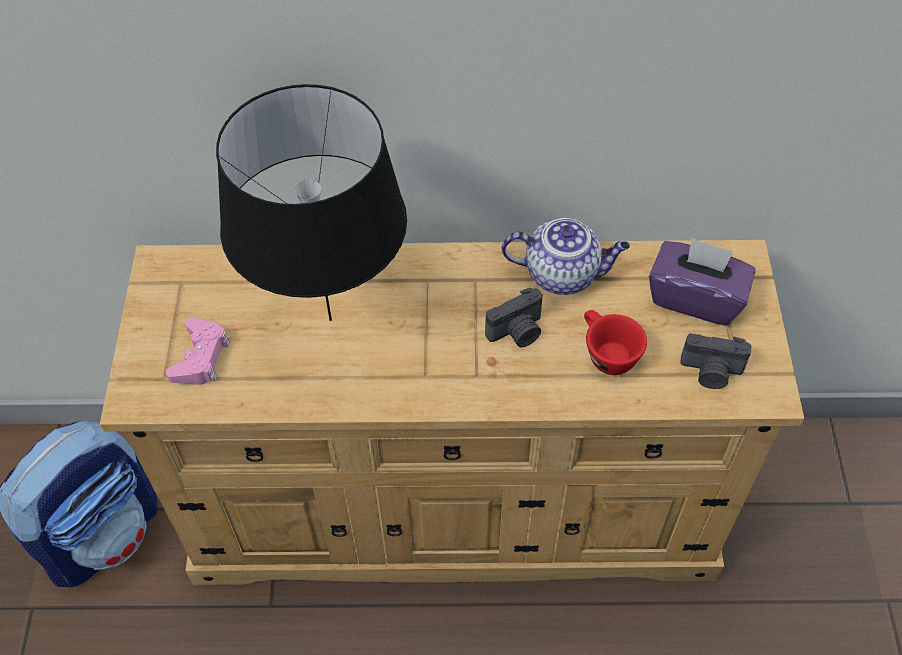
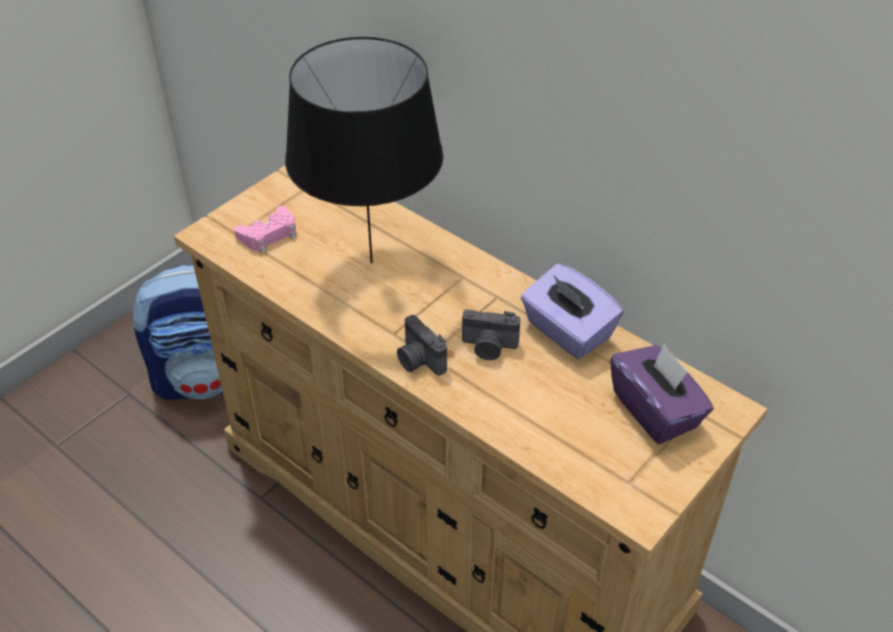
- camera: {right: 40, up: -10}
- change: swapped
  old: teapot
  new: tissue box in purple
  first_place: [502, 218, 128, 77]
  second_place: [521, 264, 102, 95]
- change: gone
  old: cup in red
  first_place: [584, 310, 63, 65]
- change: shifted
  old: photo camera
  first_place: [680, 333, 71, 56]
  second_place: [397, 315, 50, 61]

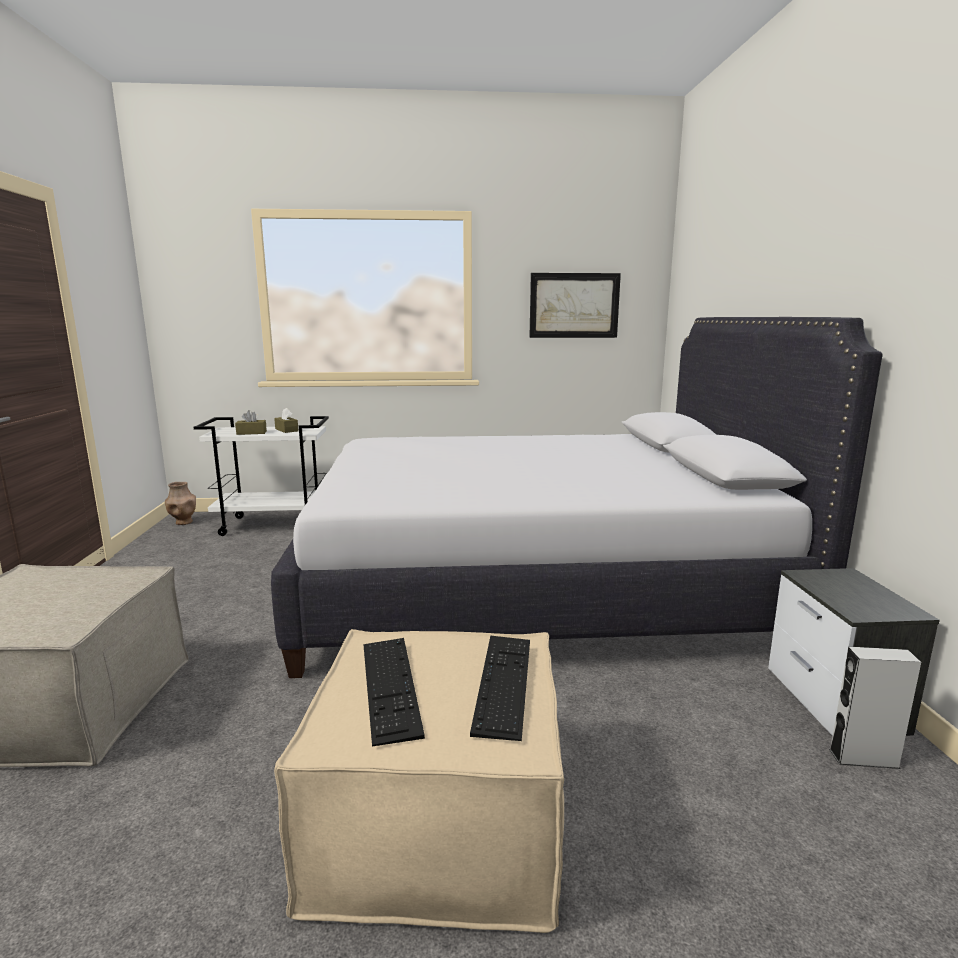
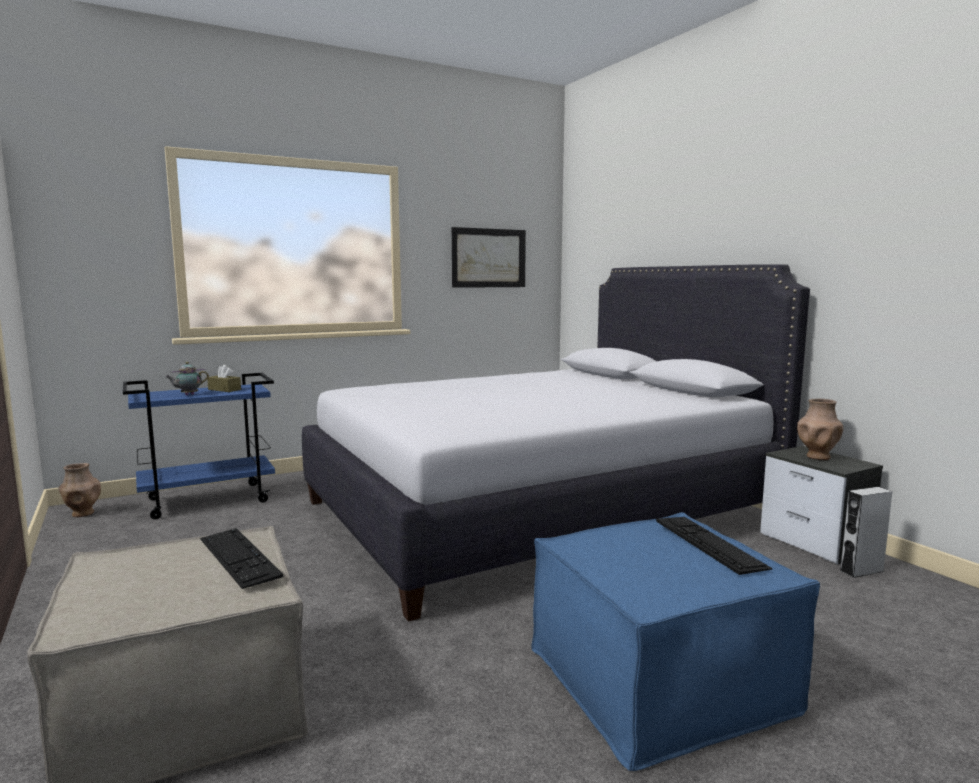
- camera: {right: -25, up: -5}
- change: swapped
  old: tissue box in brown
  new: teapot
  first_place: [235, 410, 32, 25]
  second_place: [166, 362, 43, 33]
- change: repainted
  old: cart in white
  new: cart in blue
  first_place: [194, 416, 135, 120]
  second_place: [123, 373, 152, 147]
- change: repainted
  old: ottoman in beige
  new: ottoman in blue
  first_place: [274, 629, 290, 304]
  second_place: [532, 512, 288, 259]
- change: shifted
  old: keyboard
  first_place: [364, 638, 61, 108]
  second_place: [200, 528, 83, 61]
- change: new
  new: vase in brown
  second_place: [797, 399, 47, 61]

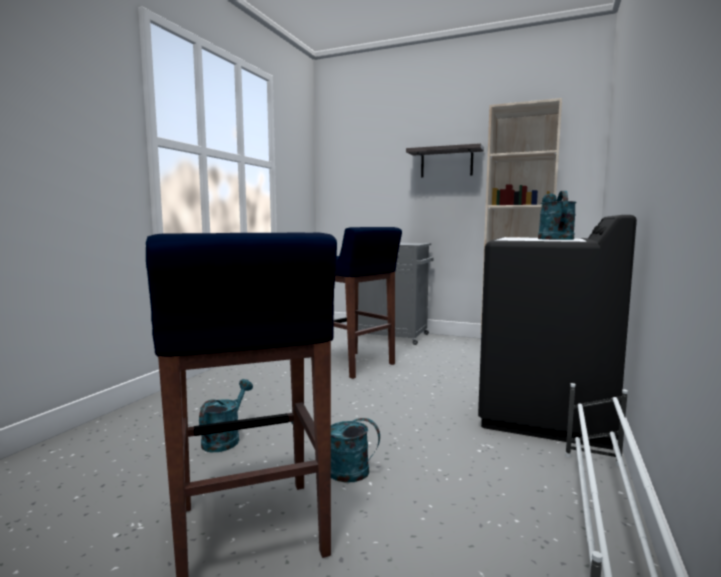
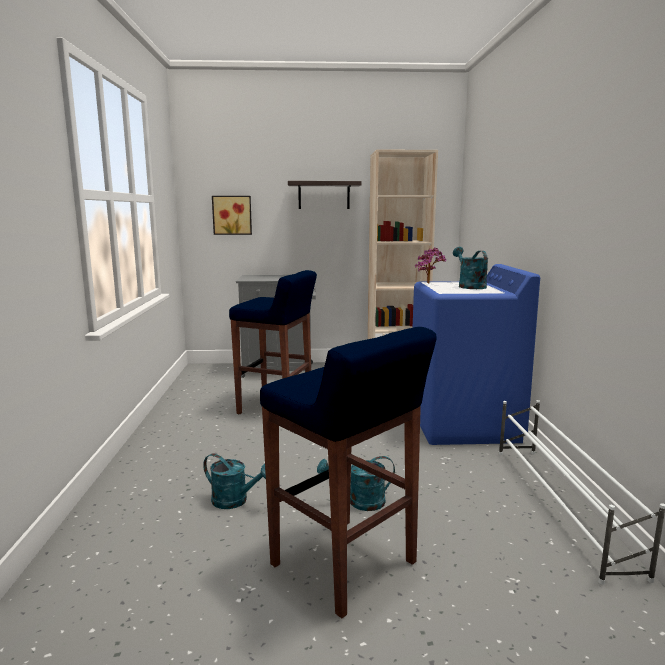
- camera: {right: -25, up: 5}
- change: repainted
  old: washing machine in black
  new: washing machine in blue
  first_place: [478, 215, 159, 235]
  second_place: [413, 264, 127, 181]
- change: rotated
  old: watering can in turquoise
  first_place: [199, 379, 54, 73]
  second_place: [203, 454, 63, 55]
  degrees: 120
- change: new
  new: picture
  second_place: [212, 196, 40, 39]
- change: new
  new: potted plant
  second_place: [415, 248, 31, 36]

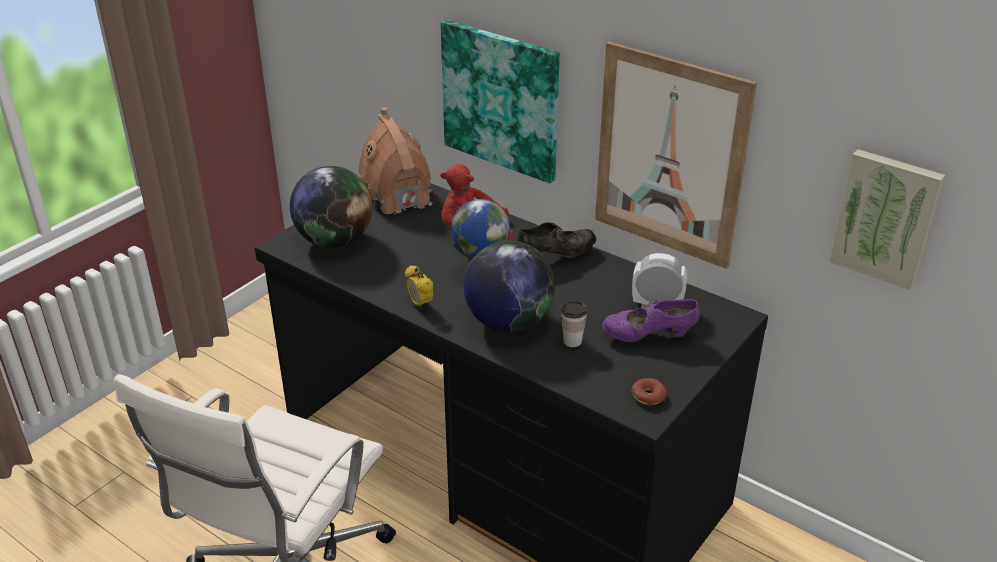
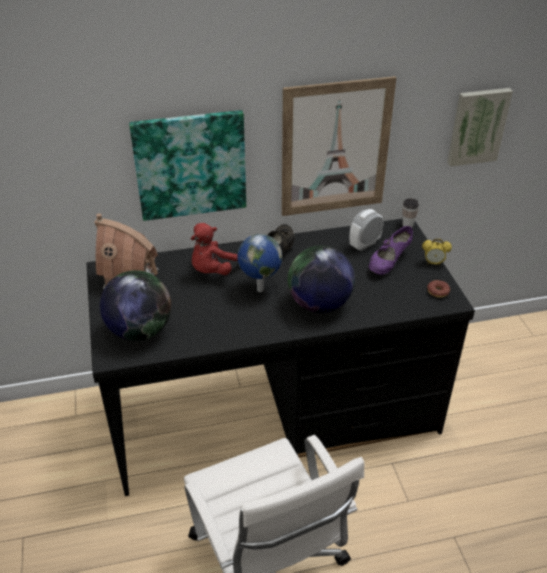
- camera: {right: -50, up: 5}
- change: shifted
  old: alarm clock
  first_place: [405, 265, 29, 45]
  second_place: [422, 239, 30, 26]
- change: shifted
  old: cup
  first_place: [561, 301, 26, 46]
  second_place: [402, 198, 17, 30]

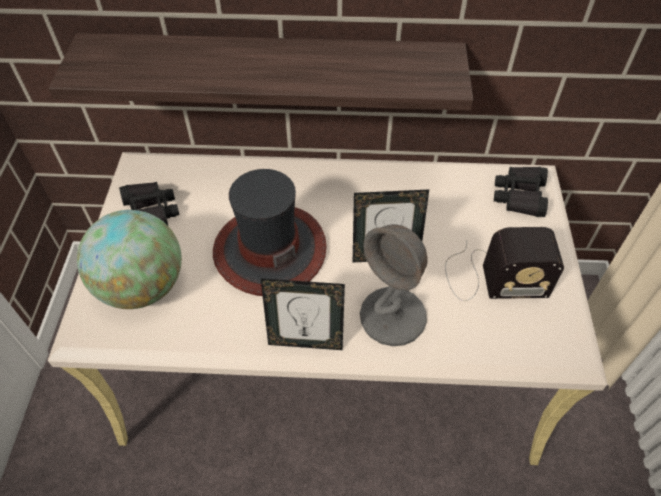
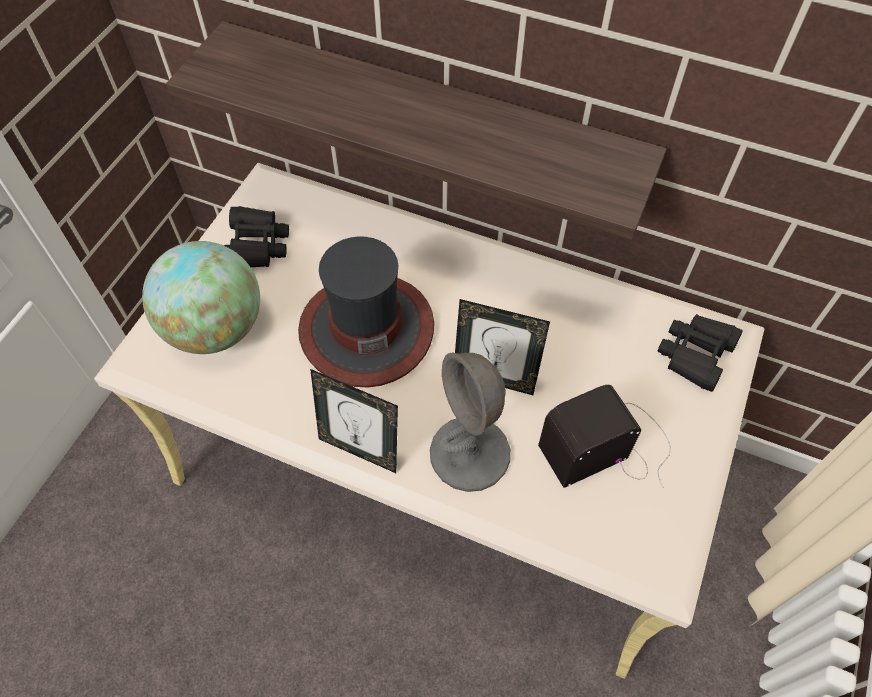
- camera: {right: 20, up: 5}
- change: rotated
  old: radio
  first_place: [445, 227, 119, 74]
  second_place: [538, 385, 133, 103]
  degrees: 135

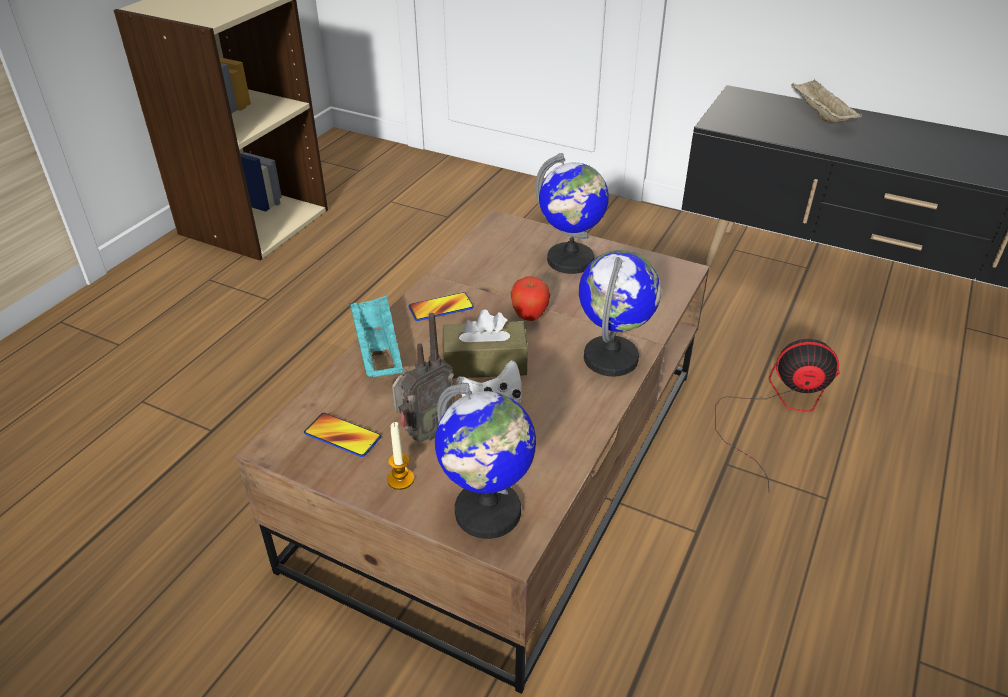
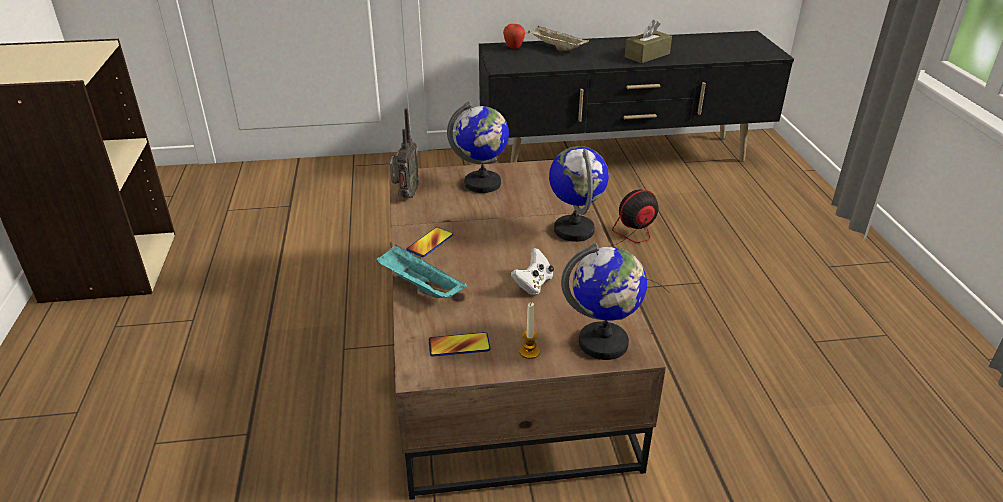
- camera: {right: -35, up: -5}
- change: shifted
  old: apple
  first_place: [510, 276, 40, 45]
  second_place: [503, 23, 22, 26]
- change: shifted
  old: tissue box in brown
  first_place: [443, 309, 85, 70]
  second_place: [625, 20, 47, 43]
- change: shifted
  old: radio
  first_place: [392, 313, 62, 129]
  second_place: [390, 108, 29, 90]

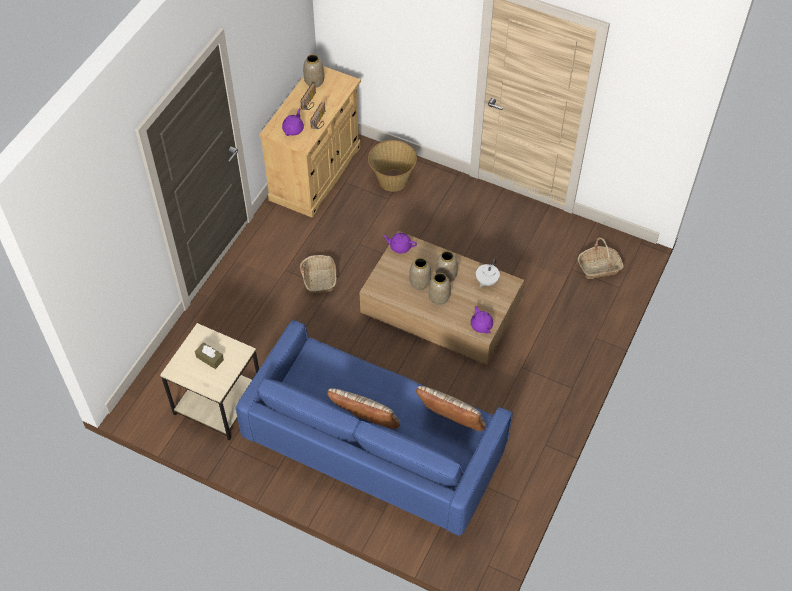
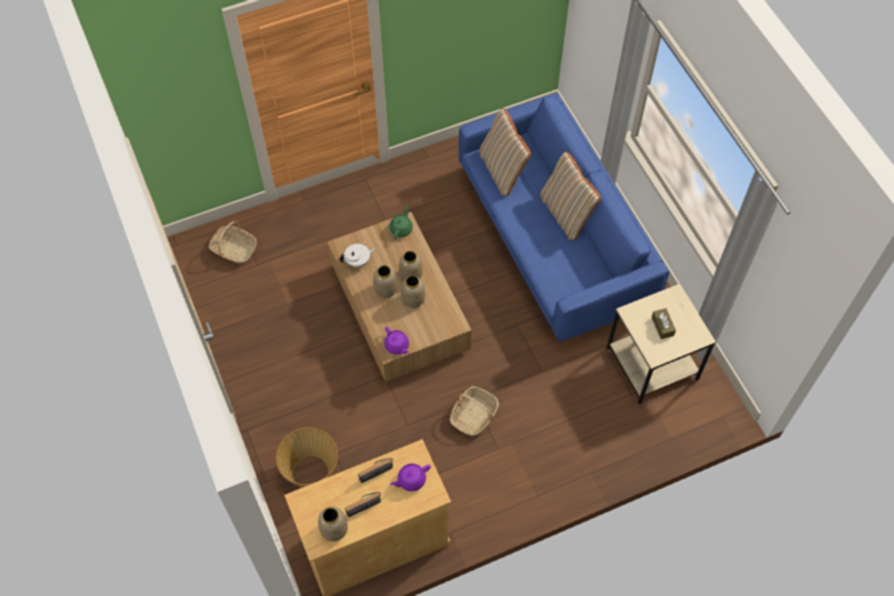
- camera: {right: -140, up: 5}
- change: repainted
  old: teapot in purple
  new: teapot in green
  first_place: [471, 306, 22, 28]
  second_place: [390, 206, 23, 33]

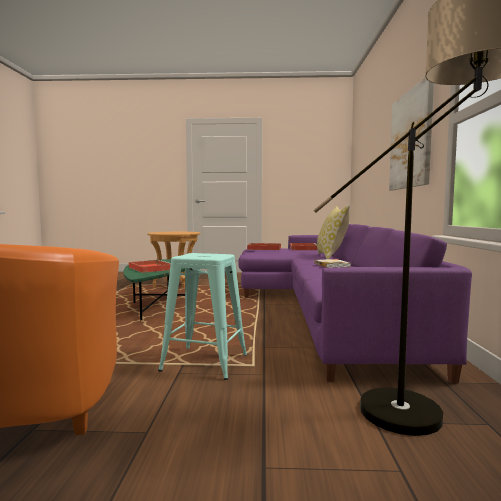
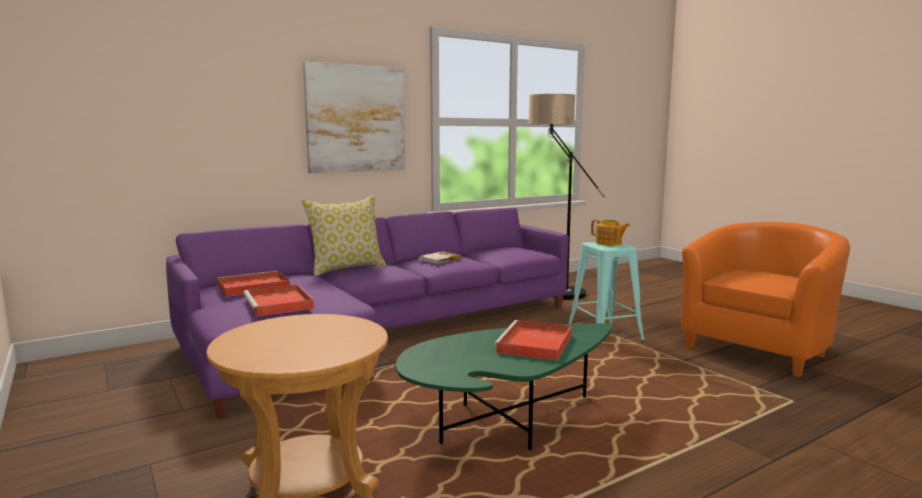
- camera: {right: -125, up: 5}
- change: new
  new: teapot
  second_place: [591, 220, 39, 26]

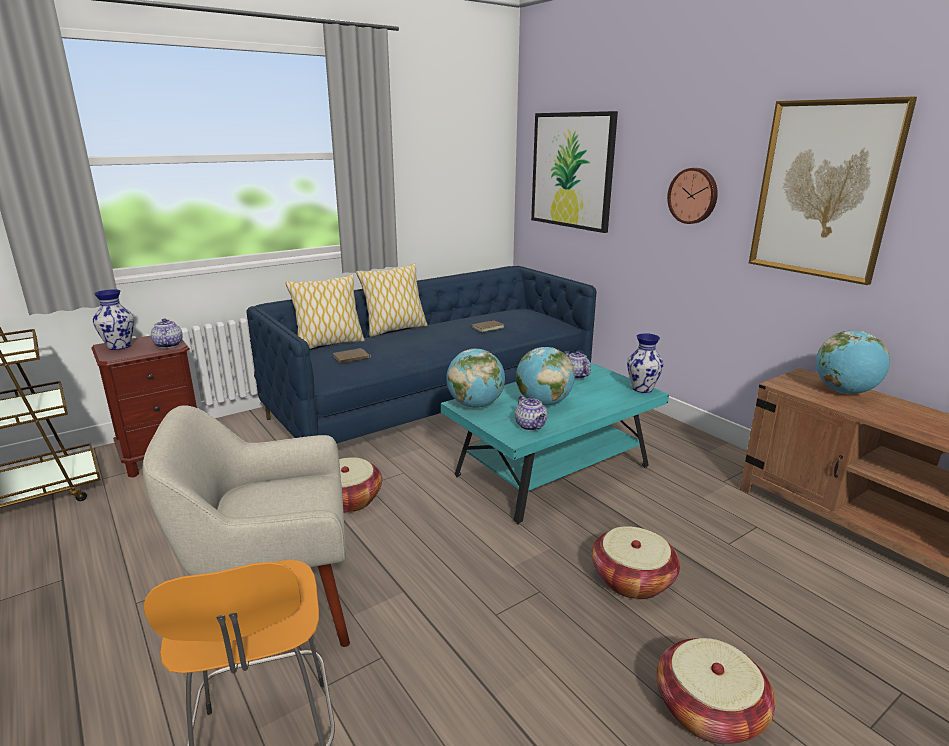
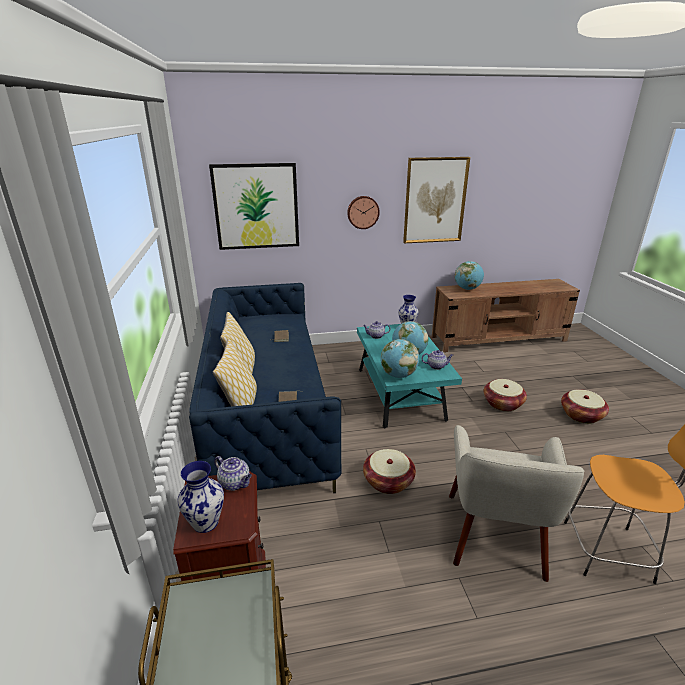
- camera: {right: -65, up: 5}
- change: rotated
  old: teapot
  first_place: [151, 319, 31, 29]
  second_place: [214, 456, 38, 35]
  degrees: -150

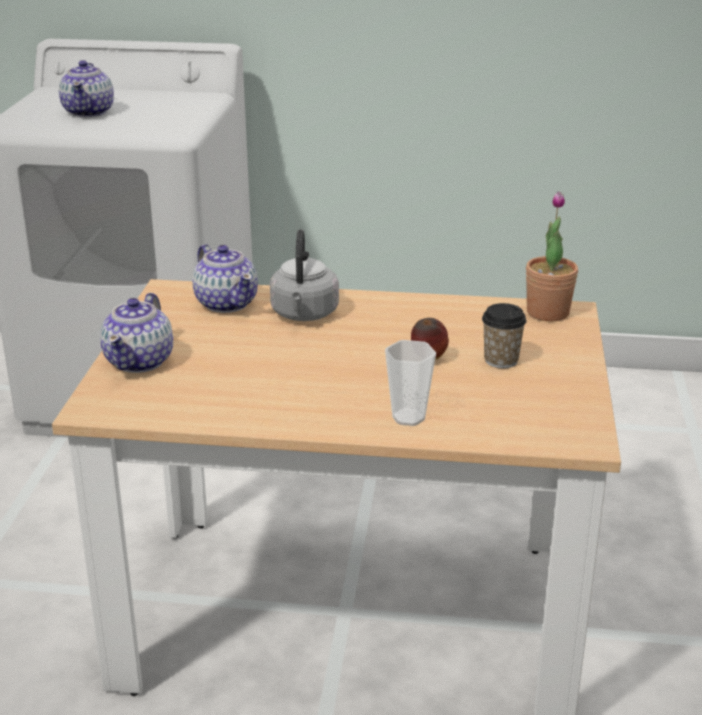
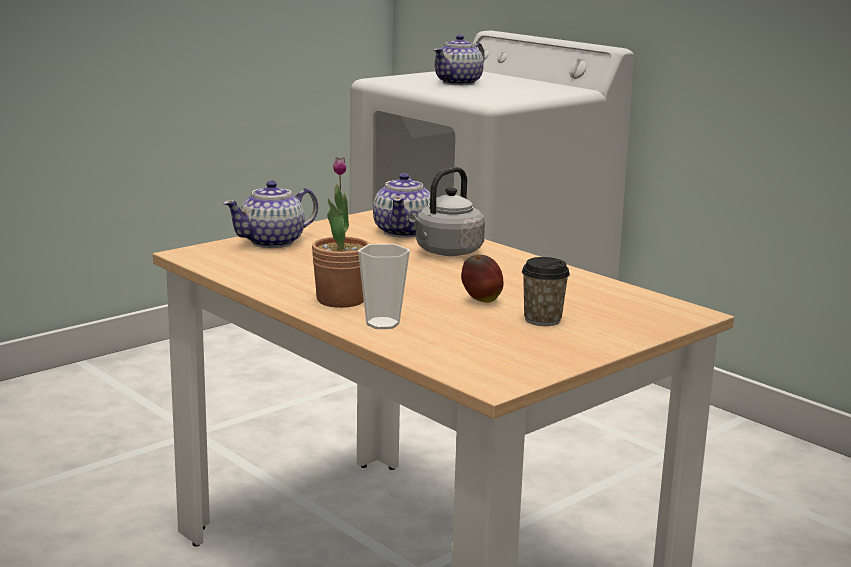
- camera: {right: 40, up: -10}
- change: shifted
  old: potted plant
  first_place: [526, 191, 52, 130]
  second_place: [312, 157, 57, 151]

